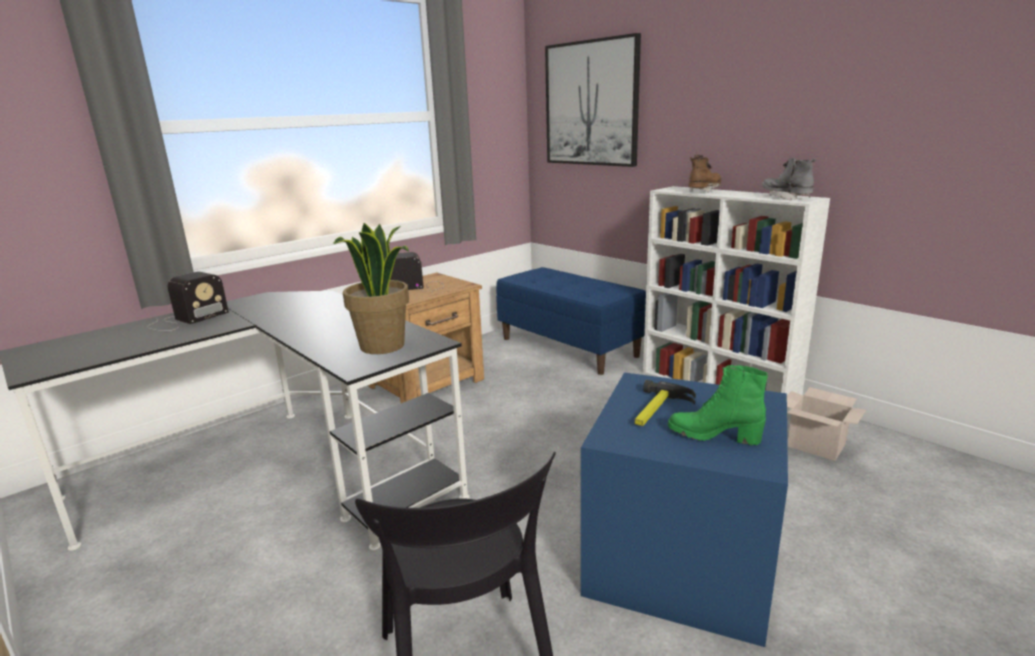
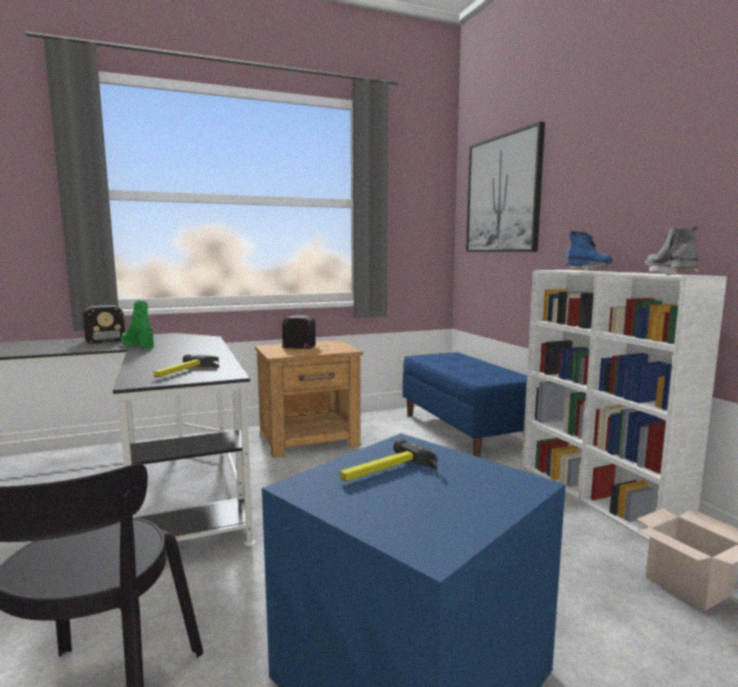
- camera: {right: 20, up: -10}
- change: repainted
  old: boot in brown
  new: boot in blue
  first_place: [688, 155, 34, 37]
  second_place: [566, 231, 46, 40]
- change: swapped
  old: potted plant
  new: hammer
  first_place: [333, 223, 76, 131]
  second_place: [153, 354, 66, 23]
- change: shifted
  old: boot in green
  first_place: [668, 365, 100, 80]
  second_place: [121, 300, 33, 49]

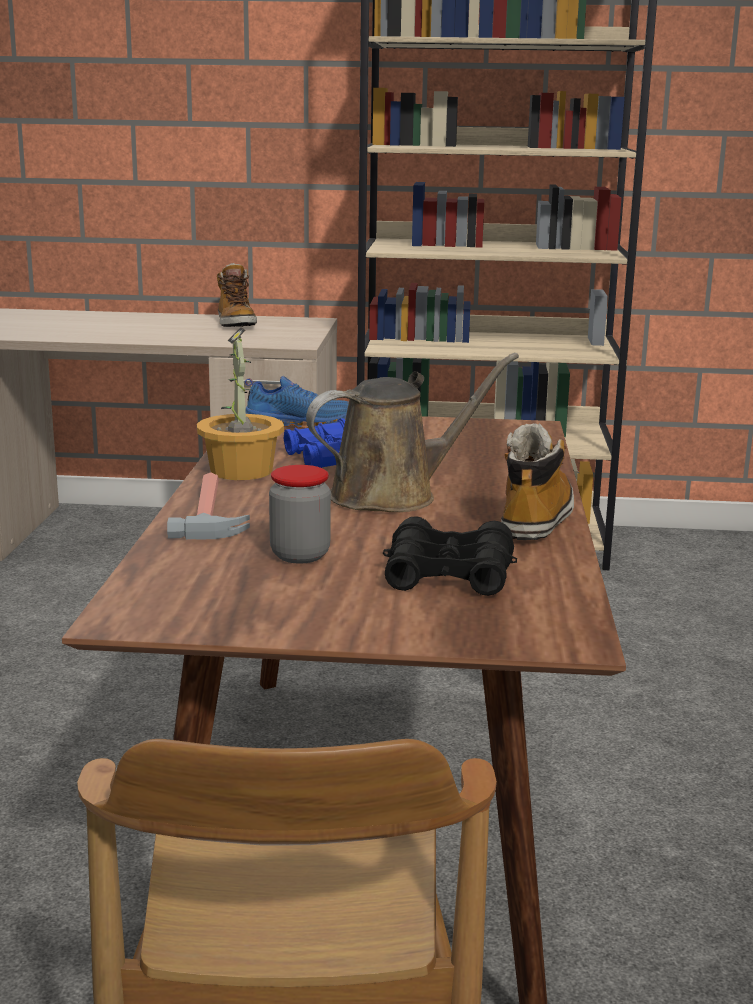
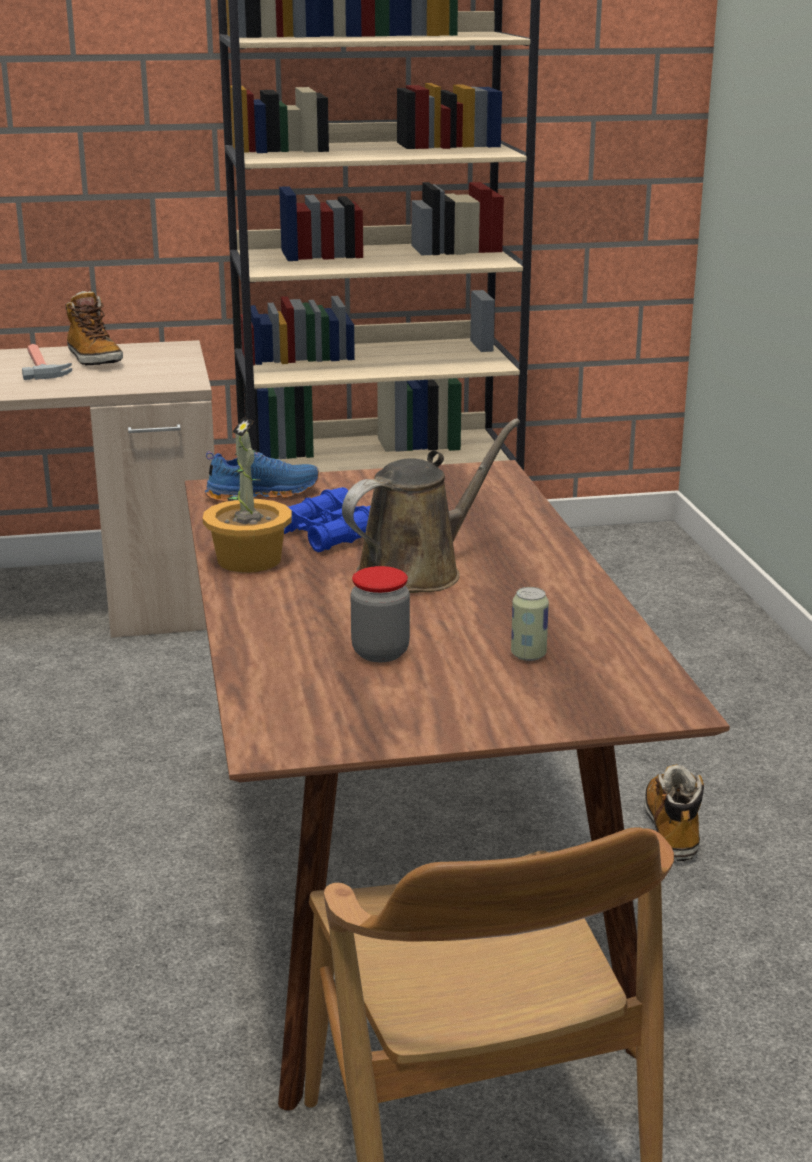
- camera: {right: -15, up: 5}
- change: shifted
  old: boot
  first_place: [501, 423, 73, 117]
  second_place: [644, 764, 60, 97]
- change: shifted
  old: hammer
  first_place: [167, 472, 83, 68]
  second_place: [22, 344, 50, 36]
- change: swapped
  old: binoculars in black
  new: can
  first_place: [383, 516, 134, 80]
  second_place: [511, 587, 38, 74]

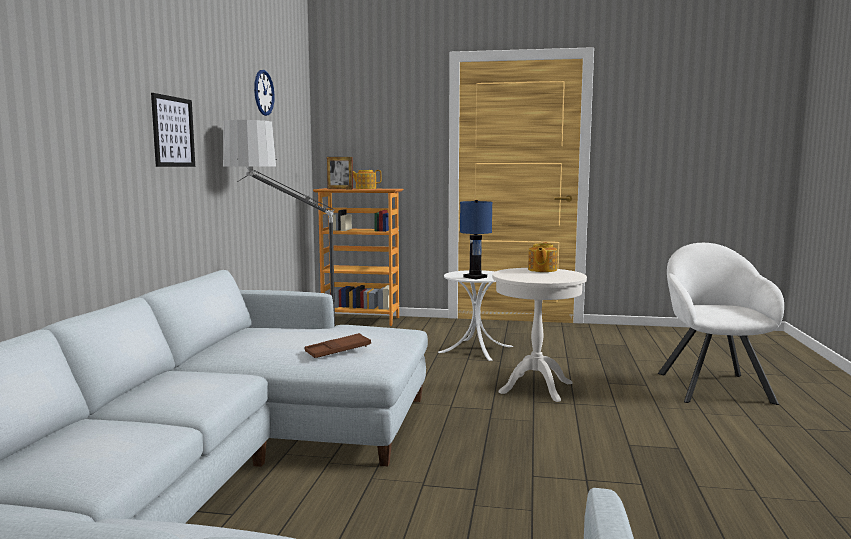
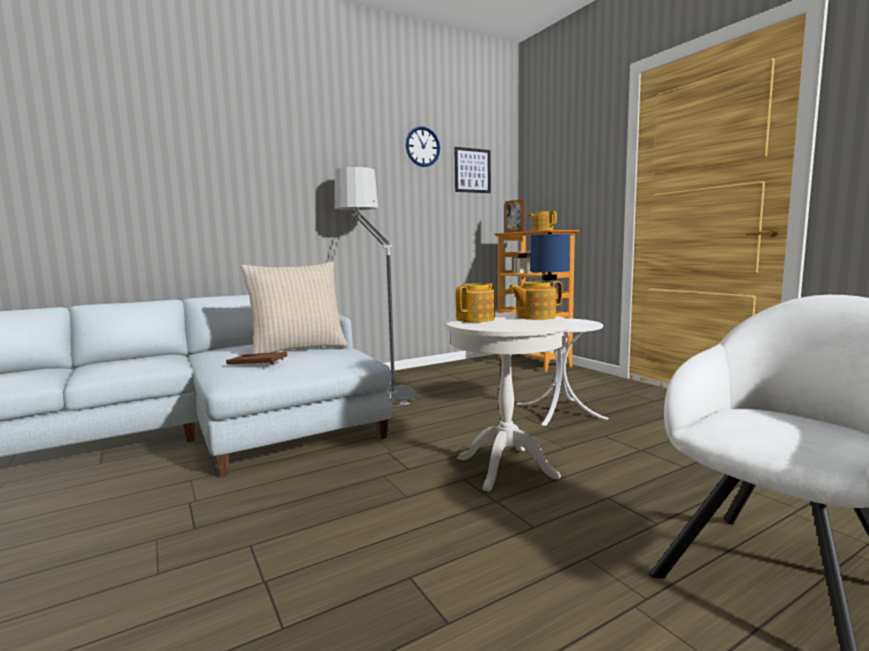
- camera: {right: 50, up: 0}
- change: shifted
  old: picture
  first_place: [151, 93, 44, 74]
  second_place: [454, 147, 37, 46]
- change: new
  new: pillow in beige
  second_place: [241, 261, 107, 93]
- change: new
  new: teapot
  second_place: [456, 283, 39, 39]

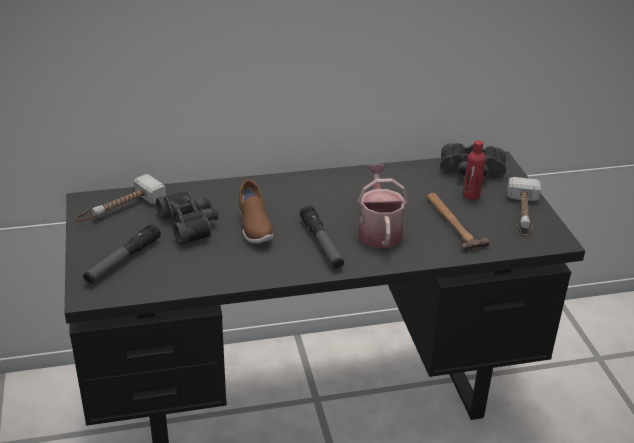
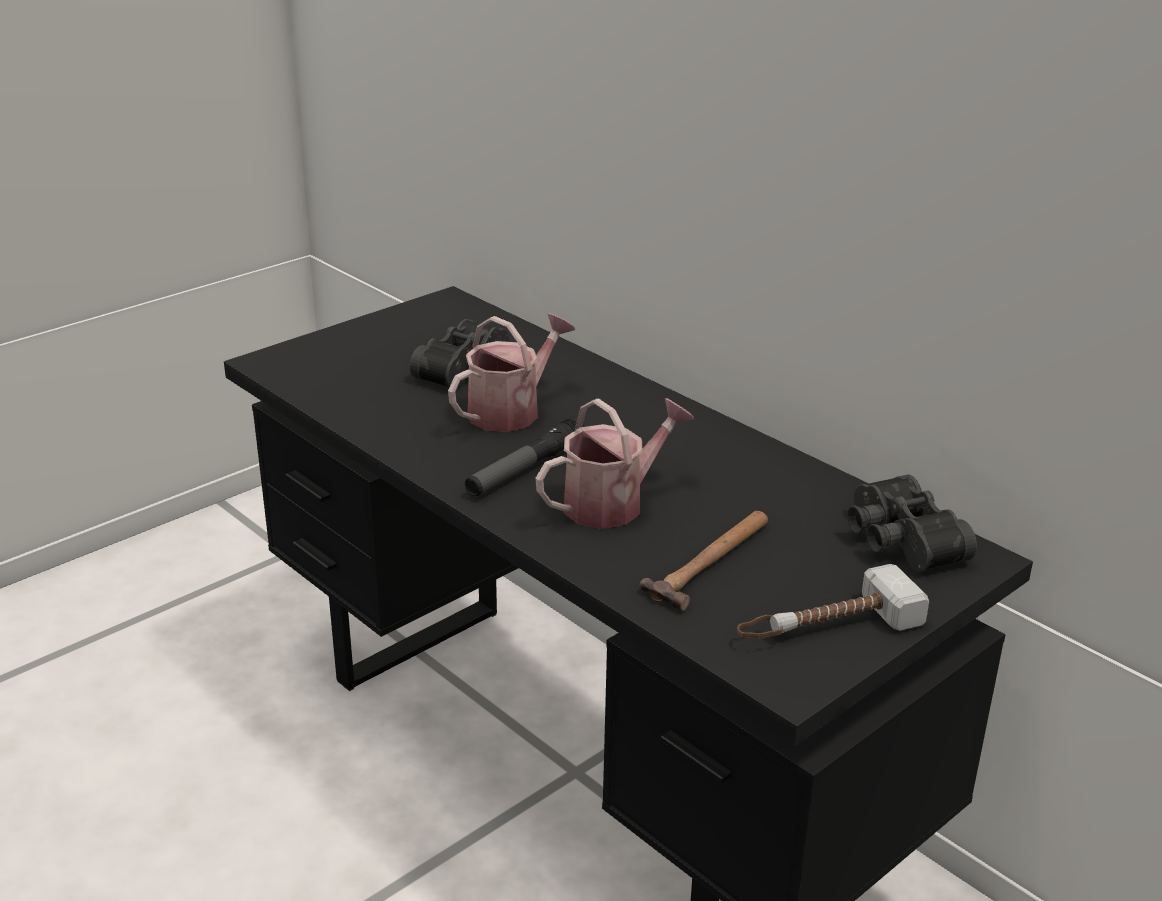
- camera: {right: 60, up: -5}
- change: gone
  old: bottle in red
  first_place: [463, 140, 23, 60]
- change: gone
  old: hammer
  first_place: [76, 174, 90, 48]
- change: swapped
  old: shoe in brown
  new: watering can
  first_place: [239, 179, 34, 64]
  second_place: [448, 314, 127, 118]
- change: gone
  old: flashlight
  first_place: [83, 224, 78, 60]

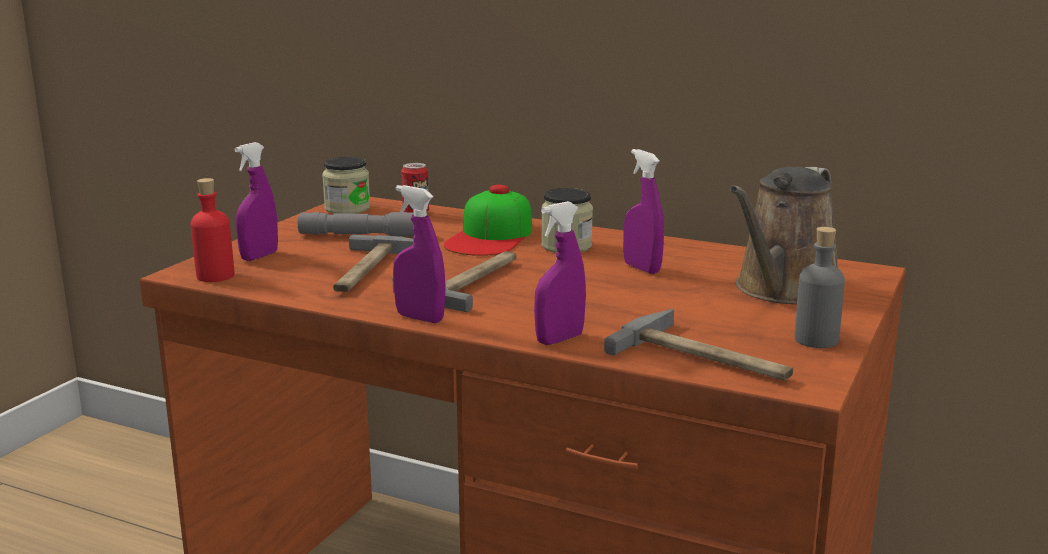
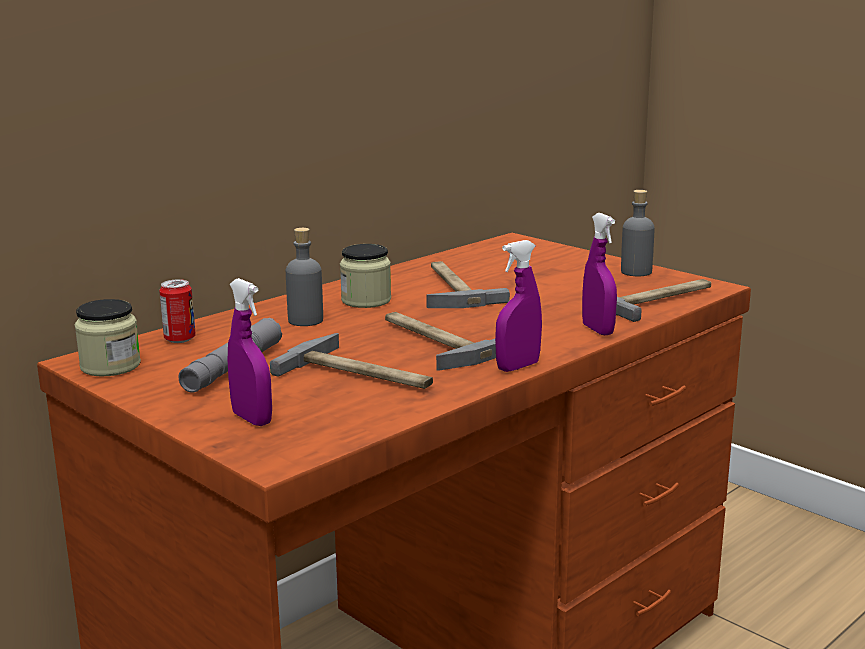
- camera: {right: -70, up: 0}
- change: swapped
  old: spray bottle in purple
  new: hammer
  first_place: [623, 149, 41, 125]
  second_place: [426, 261, 84, 47]
- change: gone
  old: watering can in brown
  first_place: [730, 167, 109, 137]
- change: gone
  old: bottle in red
  first_place: [190, 178, 45, 104]
- change: swapped
  old: cap
  new: bottle in grey
  first_place: [443, 185, 89, 71]
  second_place: [286, 228, 37, 98]

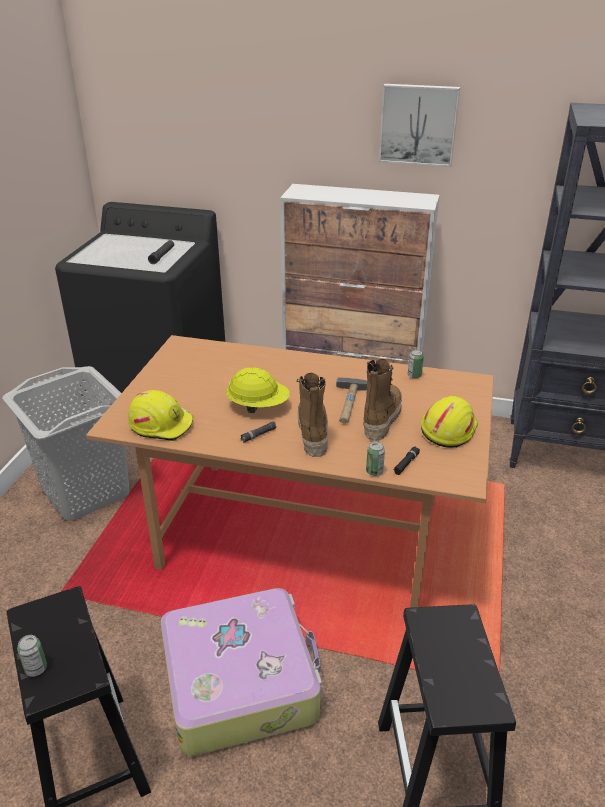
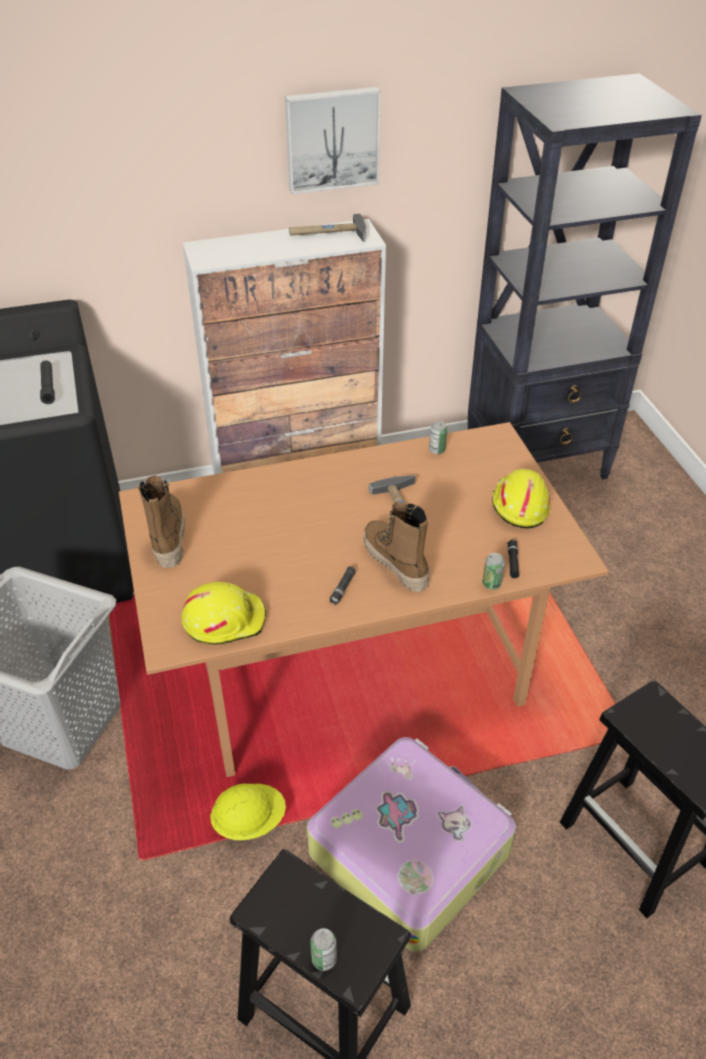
- camera: {right: -30, up: 10}
- change: shifted
  old: boot
  first_place: [363, 359, 39, 82]
  second_place: [136, 475, 49, 93]
- change: shifted
  old: hard hat in yellow
  first_place: [226, 367, 64, 46]
  second_place: [210, 784, 76, 56]
- change: new
  new: hammer
  second_place: [289, 214, 77, 28]

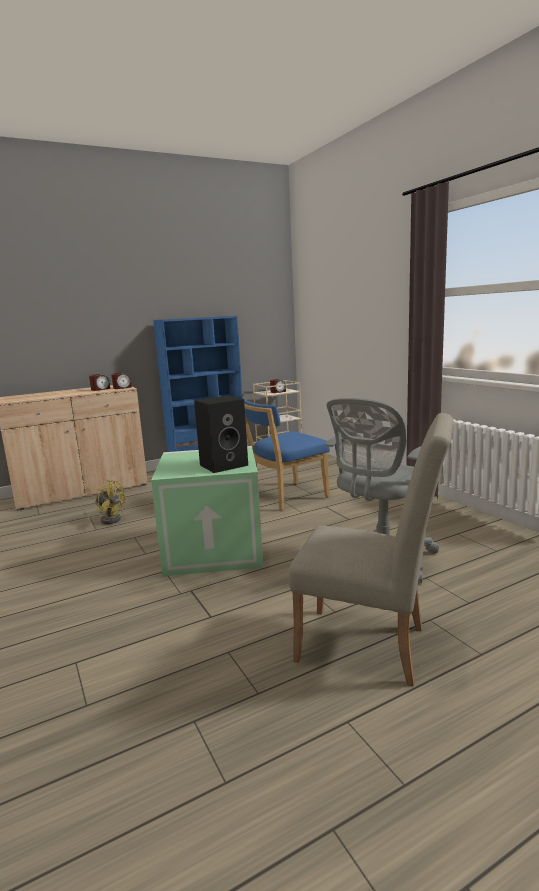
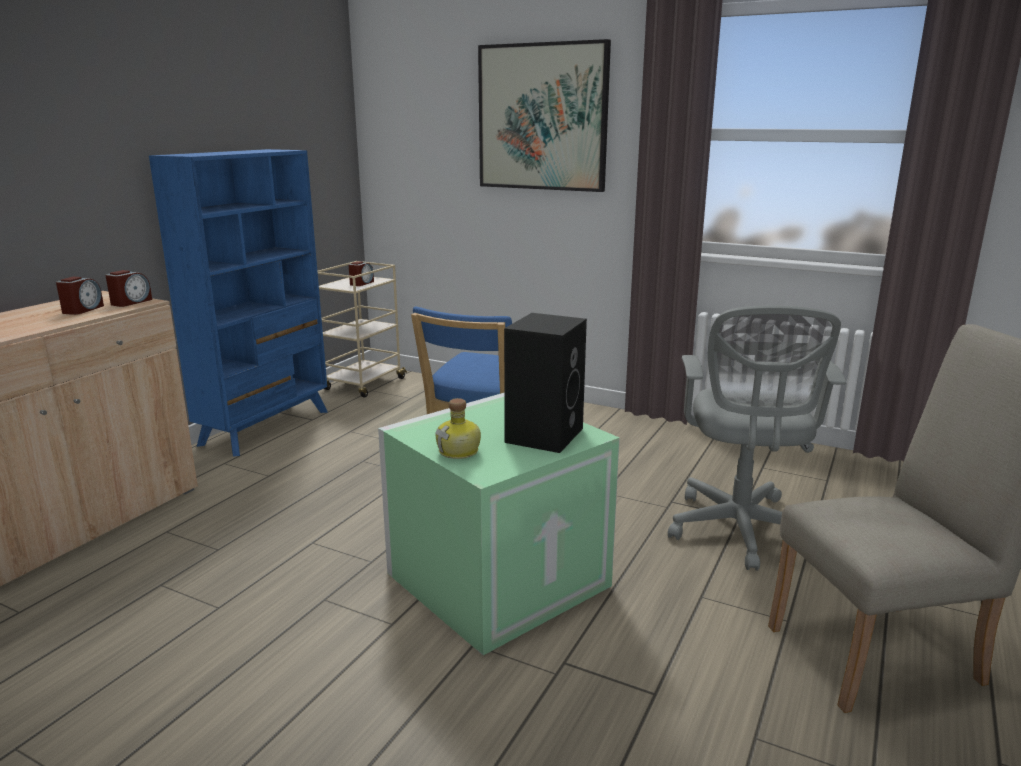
- camera: {right: -35, up: 5}
- change: gone
  old: fan in yellow
  first_place: [95, 480, 31, 44]
- change: new
  new: picture
  second_place: [478, 39, 133, 153]
- change: new
  new: bottle
  second_place: [435, 398, 46, 61]

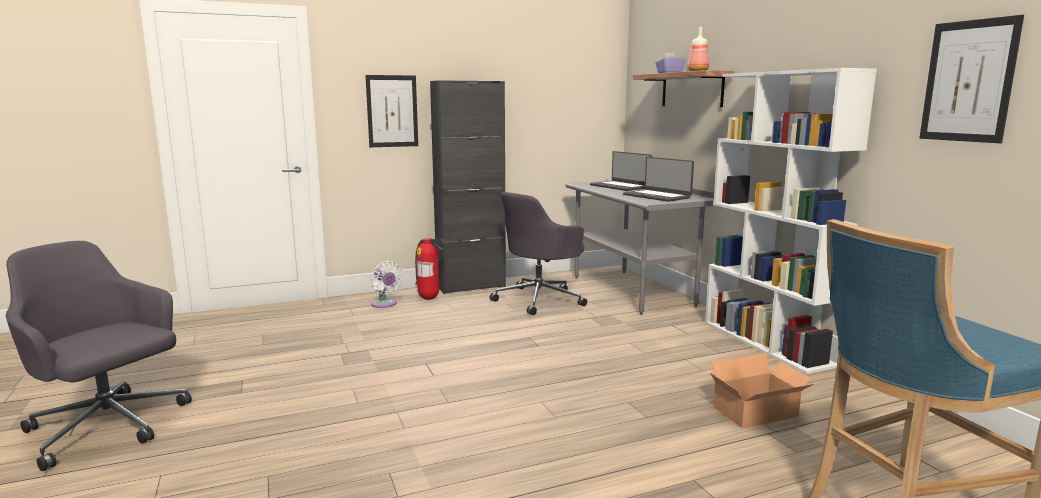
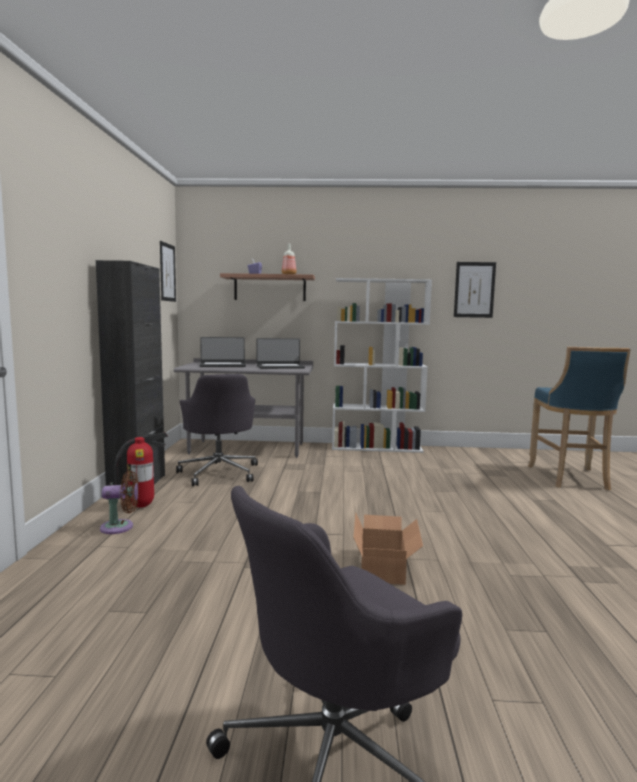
- camera: {right: -65, up: -5}
- change: shifted
  old: picture
  first_place: [365, 75, 53, 72]
  second_place: [160, 241, 16, 61]
- change: repainted
  old: fan in white
  new: fan in brown
  first_place: [370, 261, 33, 47]
  second_place: [100, 470, 39, 64]
- change: shifted
  old: cardboard box
  first_place: [710, 353, 104, 75]
  second_place: [353, 512, 70, 73]

